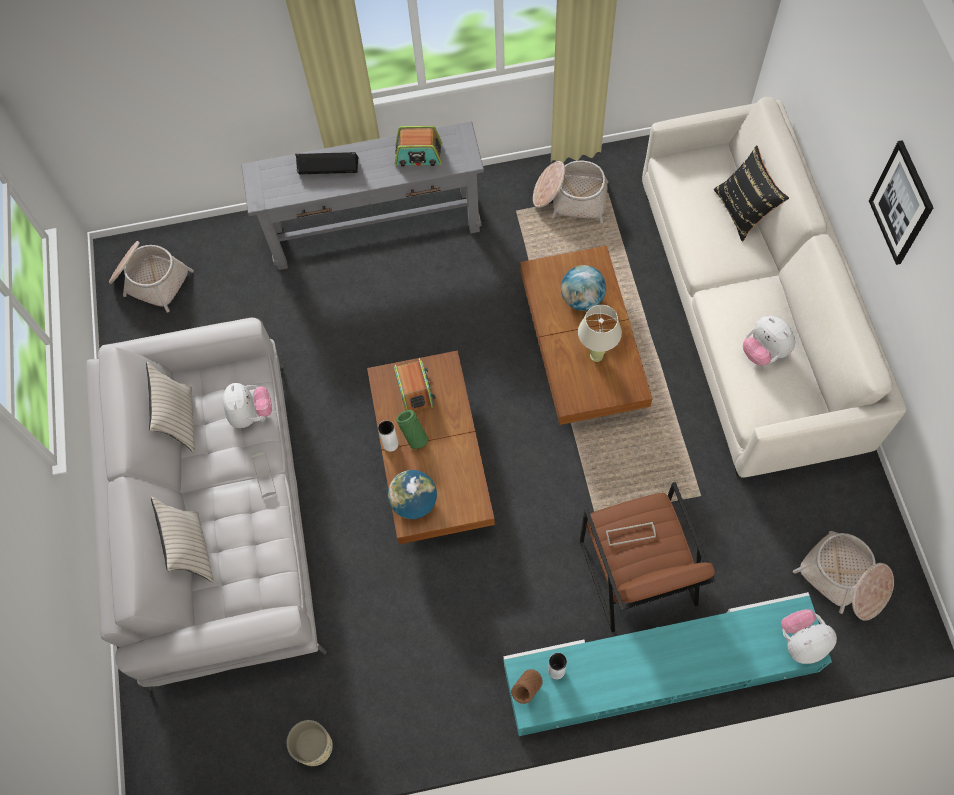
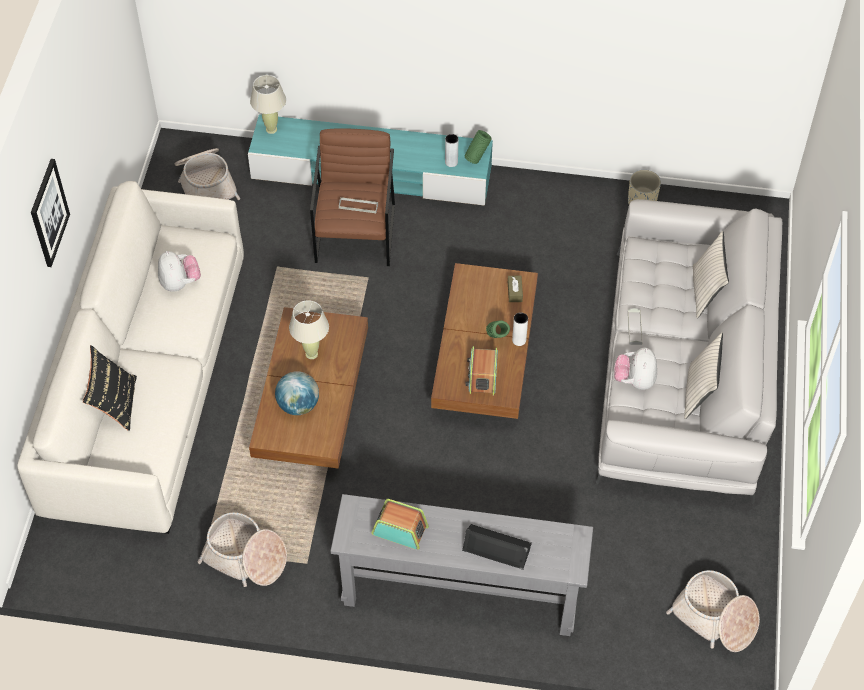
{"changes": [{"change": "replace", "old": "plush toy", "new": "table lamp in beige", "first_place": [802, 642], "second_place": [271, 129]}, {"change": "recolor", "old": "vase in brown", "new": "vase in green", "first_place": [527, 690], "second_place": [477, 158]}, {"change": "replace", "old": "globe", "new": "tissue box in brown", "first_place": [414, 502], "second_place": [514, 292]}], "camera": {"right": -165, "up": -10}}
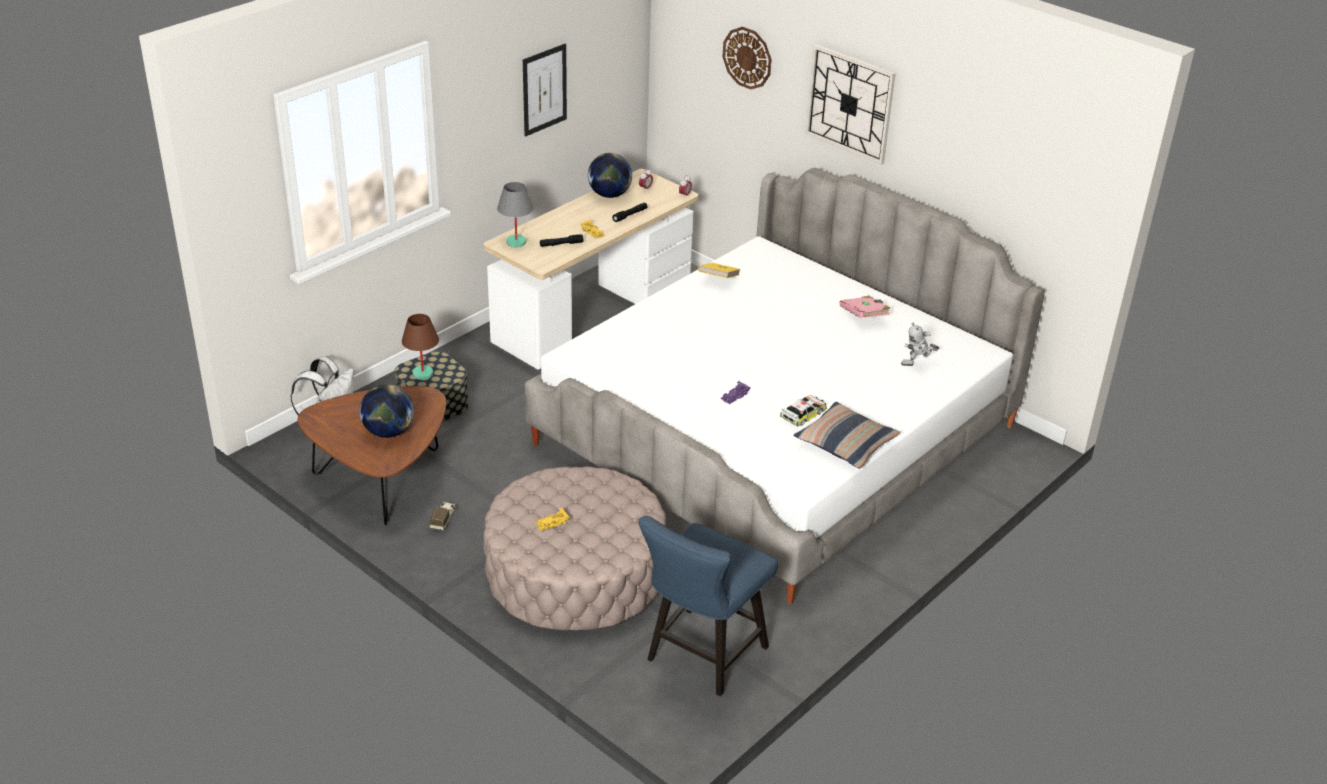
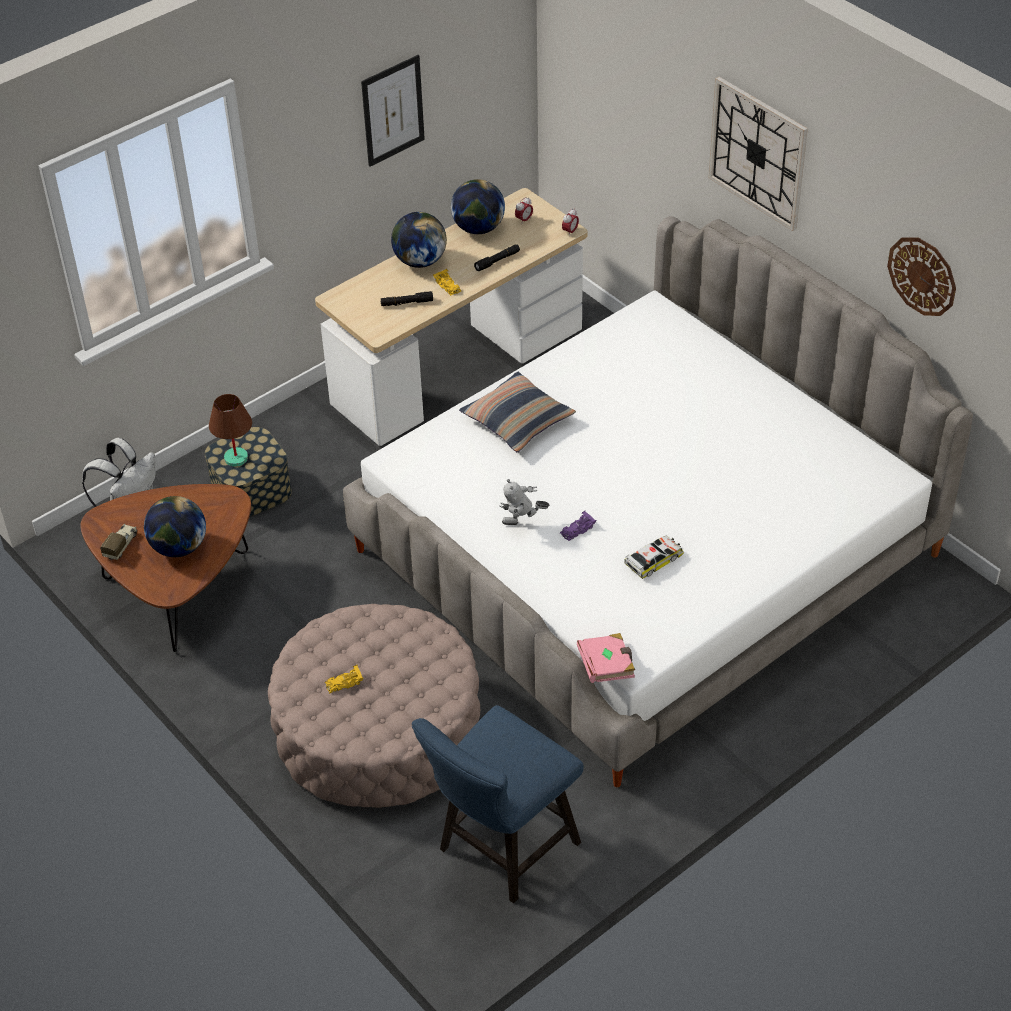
{"changes": [{"change": "move", "old": "toy truck", "first_place": [443, 519], "second_place": [121, 545]}, {"change": "insert", "new": "globe", "second_place": [420, 261]}, {"change": "move", "old": "pillow", "first_place": [846, 443], "second_place": [517, 420]}, {"change": "move", "old": "toy robot", "first_place": [917, 365], "second_place": [522, 524]}, {"change": "move", "old": "book in pink", "first_place": [864, 316], "second_place": [607, 667]}, {"change": "move", "old": "wall clock", "first_place": [747, 57], "second_place": [922, 276]}, {"change": "delete", "old": "table lamp in grey", "first_place": [515, 242]}, {"change": "delete", "old": "book in yellow", "first_place": [718, 279]}], "camera": {"right": 10, "up": 10}}
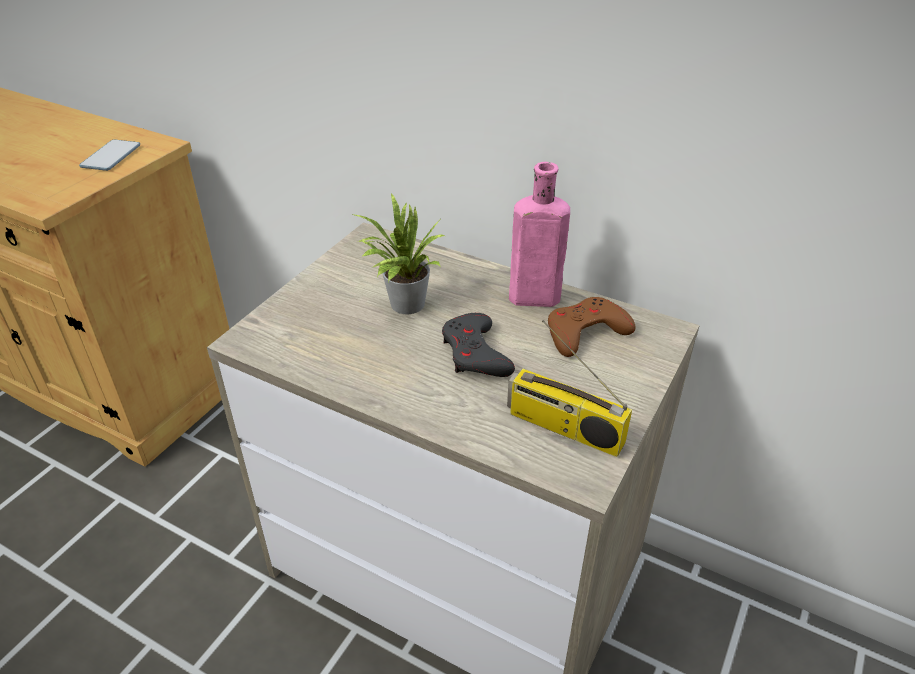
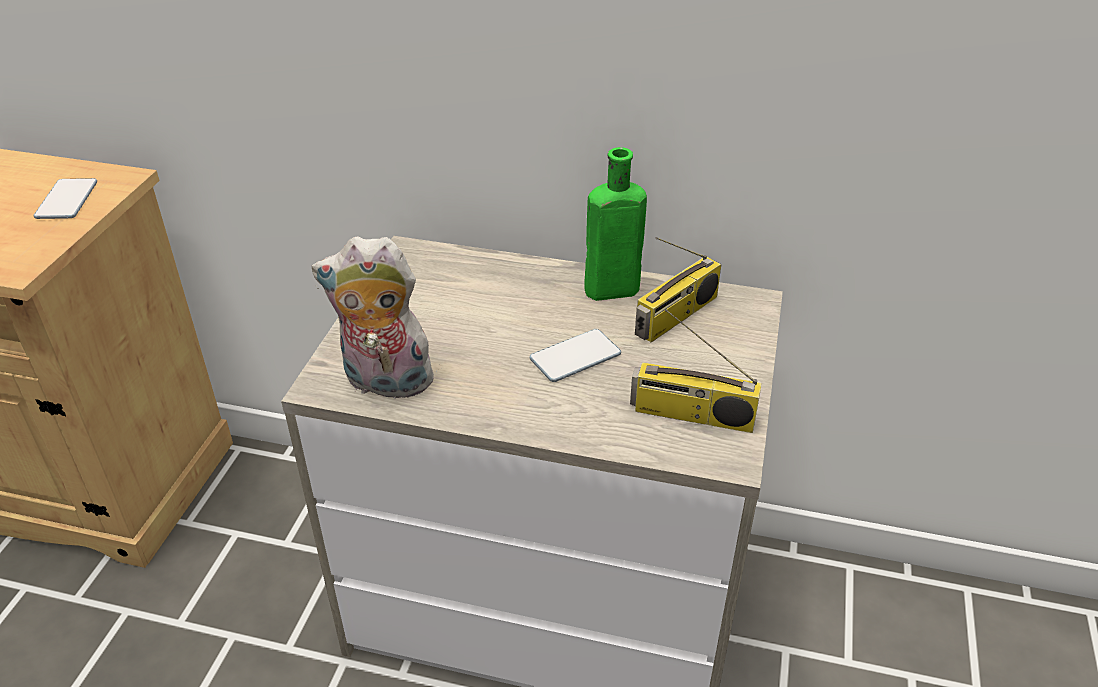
{"changes": [{"change": "insert", "new": "plush toy", "second_place": [384, 383]}, {"change": "replace", "old": "game controller in grey", "new": "phone", "first_place": [475, 353], "second_place": [575, 357]}, {"change": "recolor", "old": "bottle in pink", "new": "bottle in green", "first_place": [530, 298], "second_place": [607, 290]}, {"change": "replace", "old": "game controller in brown", "new": "radio", "first_place": [585, 332], "second_place": [676, 317]}, {"change": "delete", "old": "potted plant", "first_place": [403, 305]}], "camera": {"right": -15, "up": 0}}
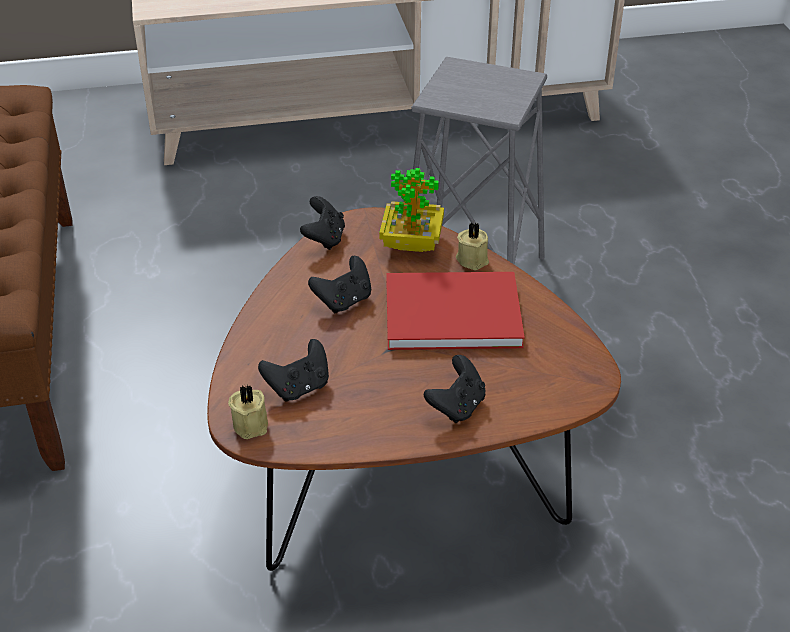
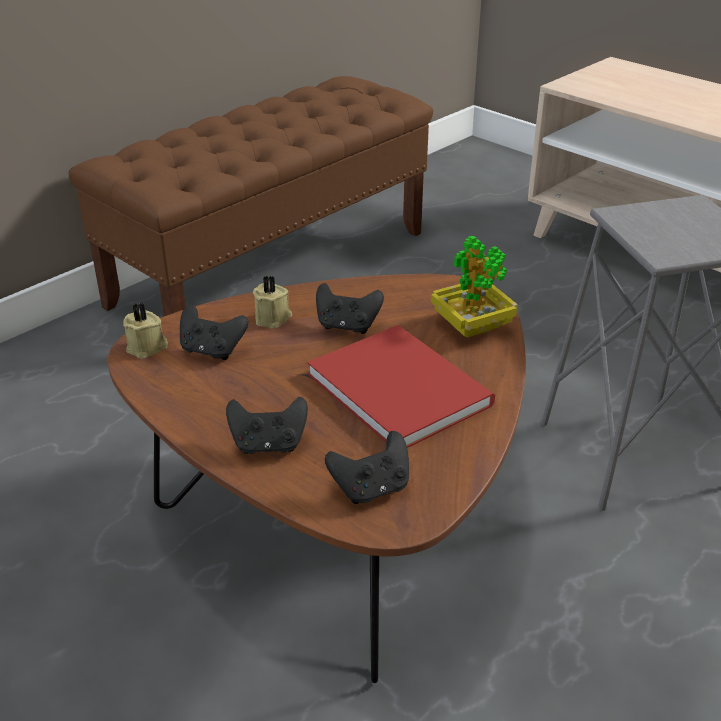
{"changes": [{"change": "move", "old": "candle in beige", "first_place": [473, 259], "second_place": [273, 318]}, {"change": "move", "old": "game controller in black", "first_place": [324, 239], "second_place": [371, 488]}], "camera": {"right": 55, "up": -5}}
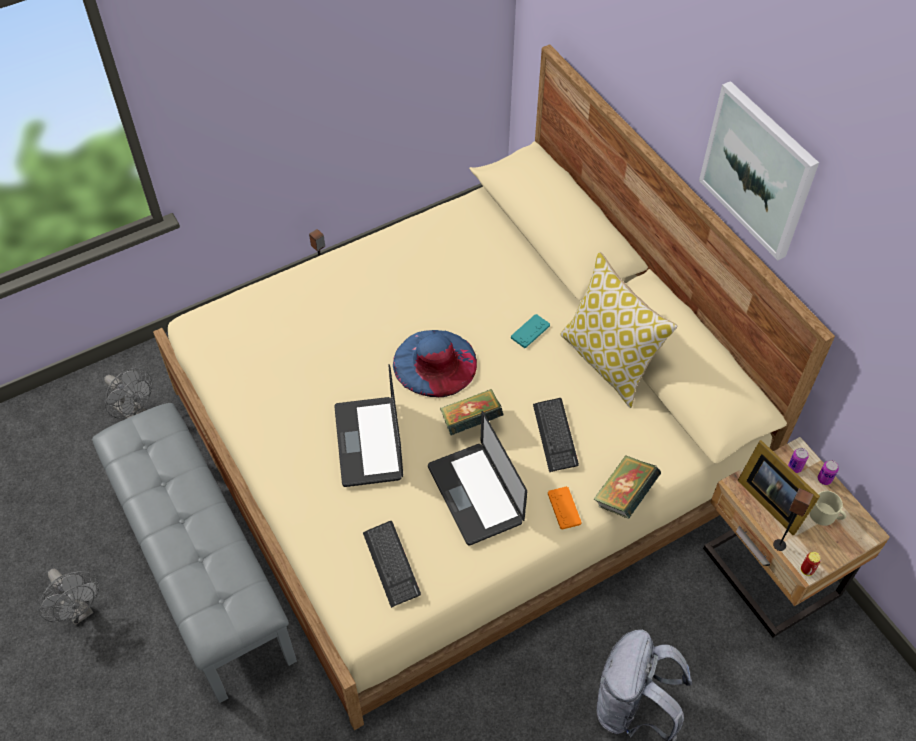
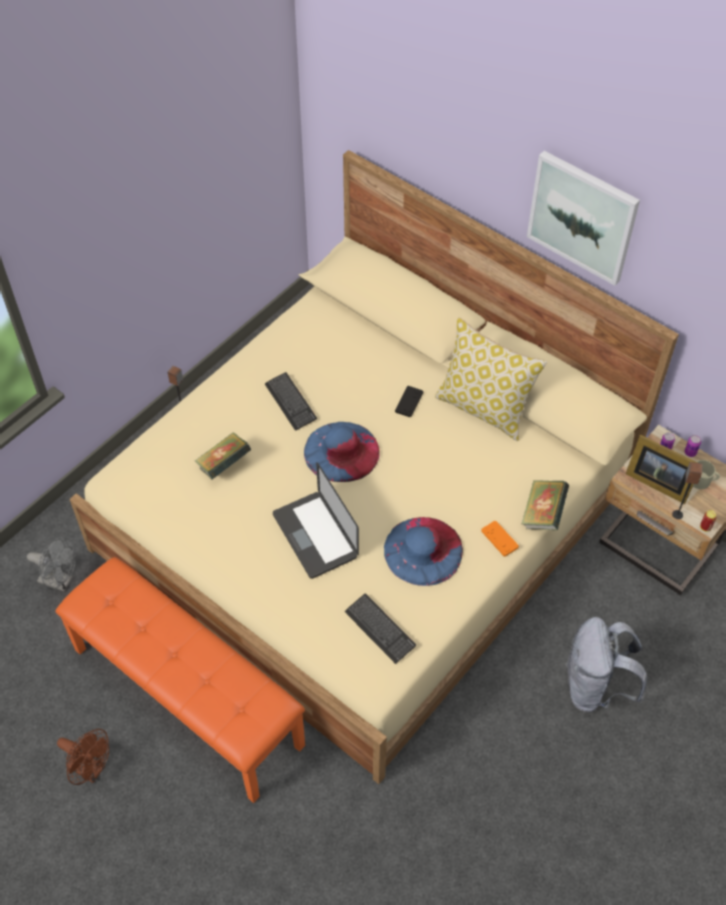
{"changes": [{"change": "recolor", "old": "bench in grey", "new": "bench in orange", "first_place": [205, 569], "second_place": [189, 696]}, {"change": "recolor", "old": "fan in grey", "new": "fan in brown", "first_place": [79, 611], "second_place": [91, 769]}, {"change": "move", "old": "book", "first_place": [471, 422], "second_place": [224, 465]}, {"change": "move", "old": "keyboard", "first_place": [555, 435], "second_place": [290, 402]}, {"change": "replace", "old": "laptop", "new": "hat in blue", "first_place": [475, 494], "second_place": [423, 550]}, {"change": "recolor", "old": "game controller in turquoise", "new": "game controller in black", "first_place": [530, 331], "second_place": [409, 402]}], "camera": {"right": -20, "up": 0}}
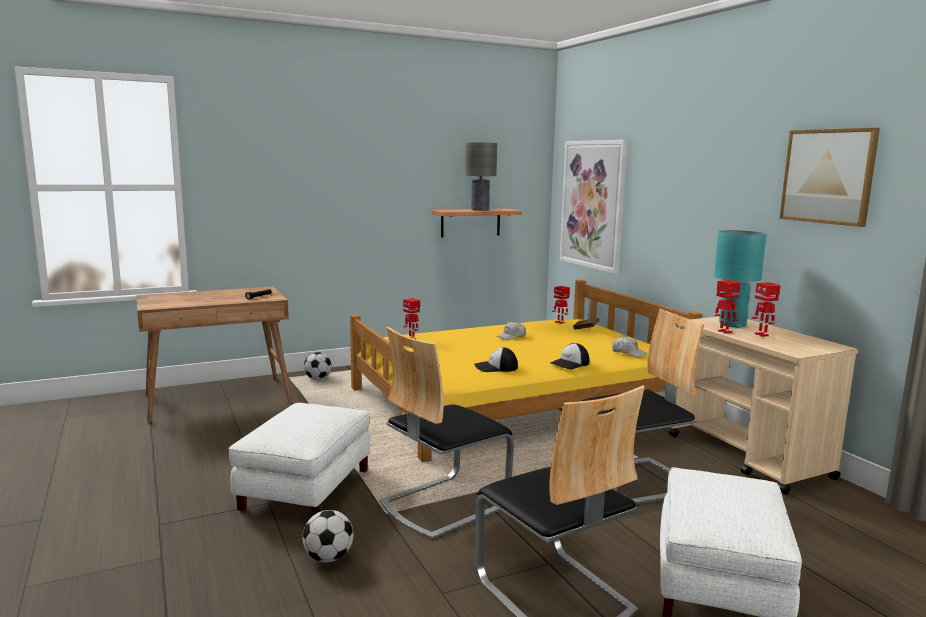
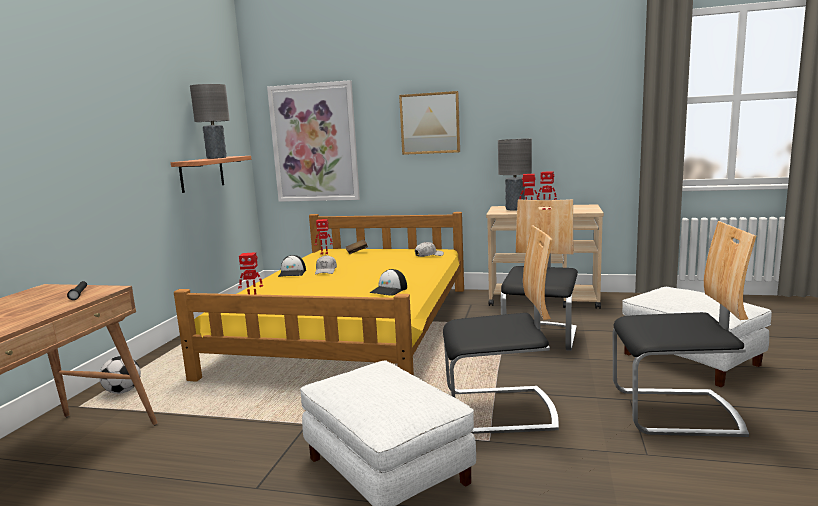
{"changes": [{"change": "move", "old": "cap", "first_place": [570, 364], "second_place": [292, 273]}, {"change": "move", "old": "picture", "first_place": [828, 176], "second_place": [430, 123]}, {"change": "rotate", "old": "chair", "first_place": [443, 504], "second_place": [500, 410], "degrees": -90}, {"change": "recolor", "old": "table lamp in turquoise", "new": "table lamp in grey", "first_place": [732, 324], "second_place": [515, 209]}, {"change": "delete", "old": "football", "first_place": [328, 558]}], "camera": {"right": -50, "up": 0}}
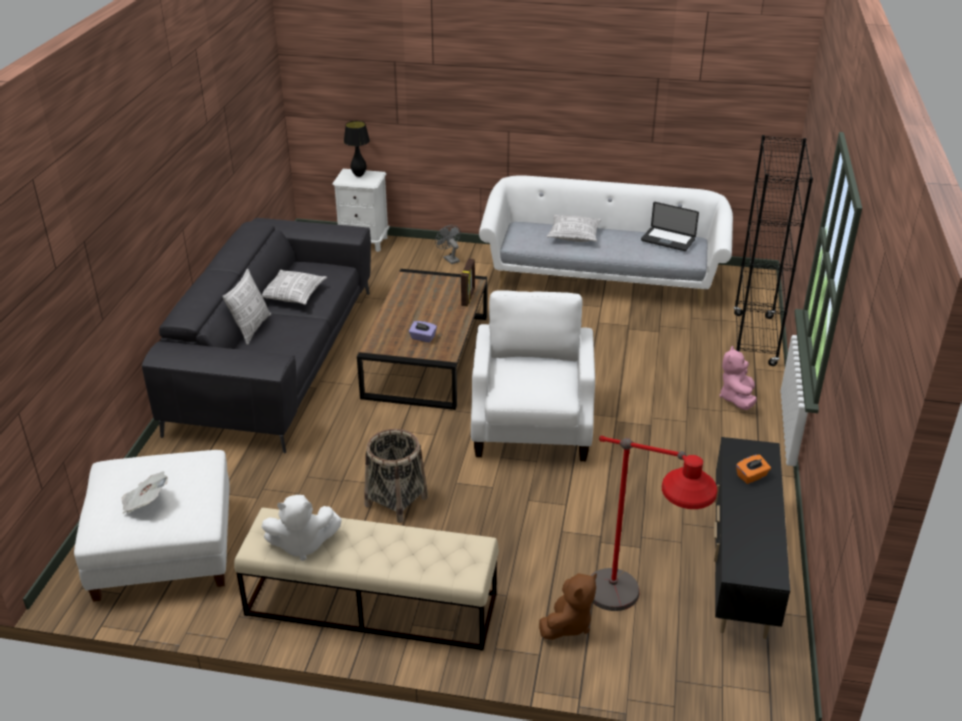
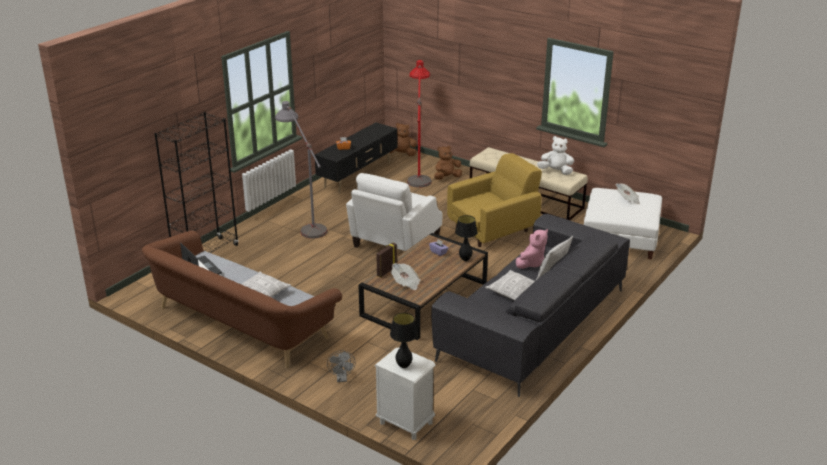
{"changes": [{"change": "recolor", "old": "sofa in white", "new": "sofa in brown", "first_place": [602, 278], "second_place": [240, 324]}, {"change": "insert", "new": "floor lamp in grey", "second_place": [305, 223]}, {"change": "insert", "new": "plush toy in brown", "second_place": [402, 154]}, {"change": "insert", "new": "newspaper", "second_place": [406, 283]}, {"change": "replace", "old": "basket", "new": "armchair in yellow", "first_place": [396, 501], "second_place": [494, 230]}, {"change": "insert", "new": "table lamp in black", "second_place": [465, 259]}, {"change": "move", "old": "plush toy in pink", "first_place": [737, 398], "second_place": [531, 263]}], "camera": {"right": -155, "up": -5}}
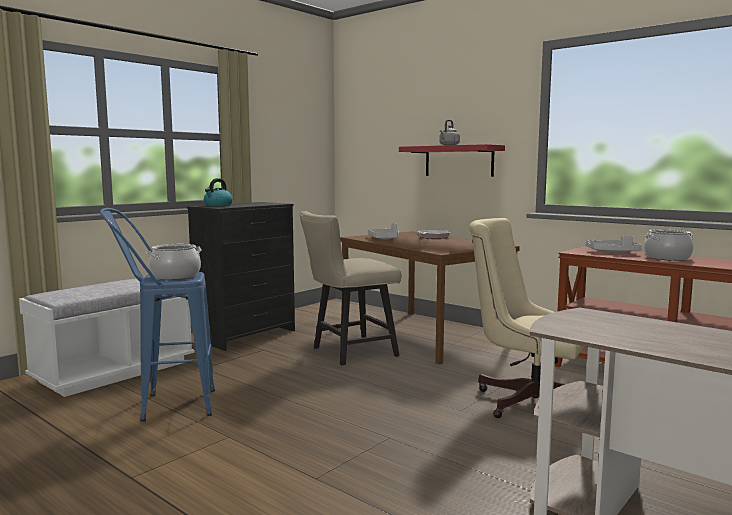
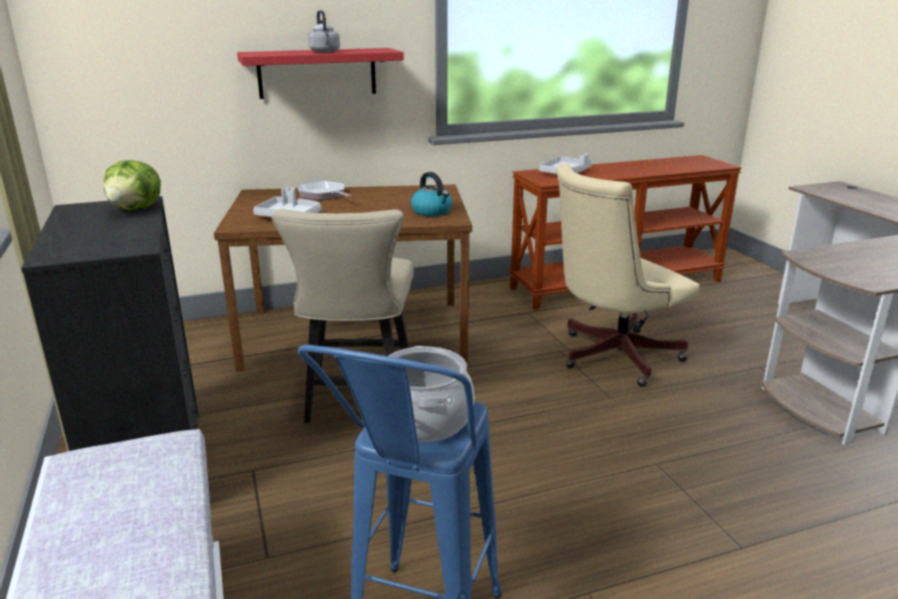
{"changes": [{"change": "insert", "new": "lettuce", "second_place": [136, 209]}, {"change": "move", "old": "kettle", "first_place": [218, 205], "second_place": [432, 211]}, {"change": "delete", "old": "cooking pot", "first_place": [667, 258]}], "camera": {"right": -60, "up": 15}}
